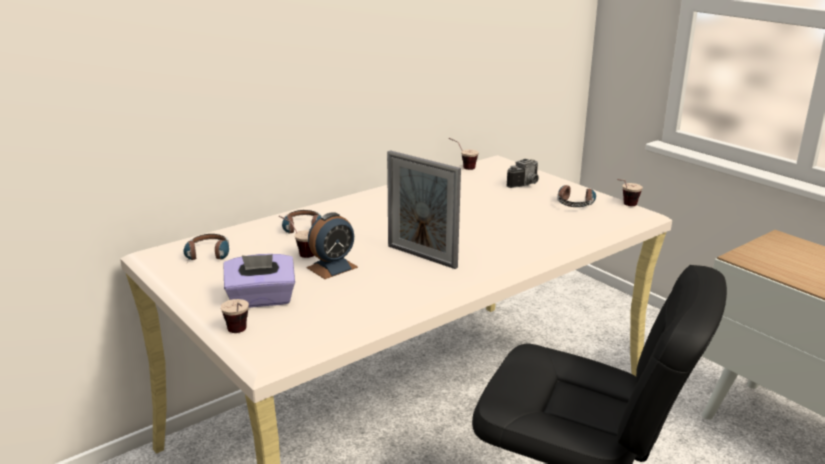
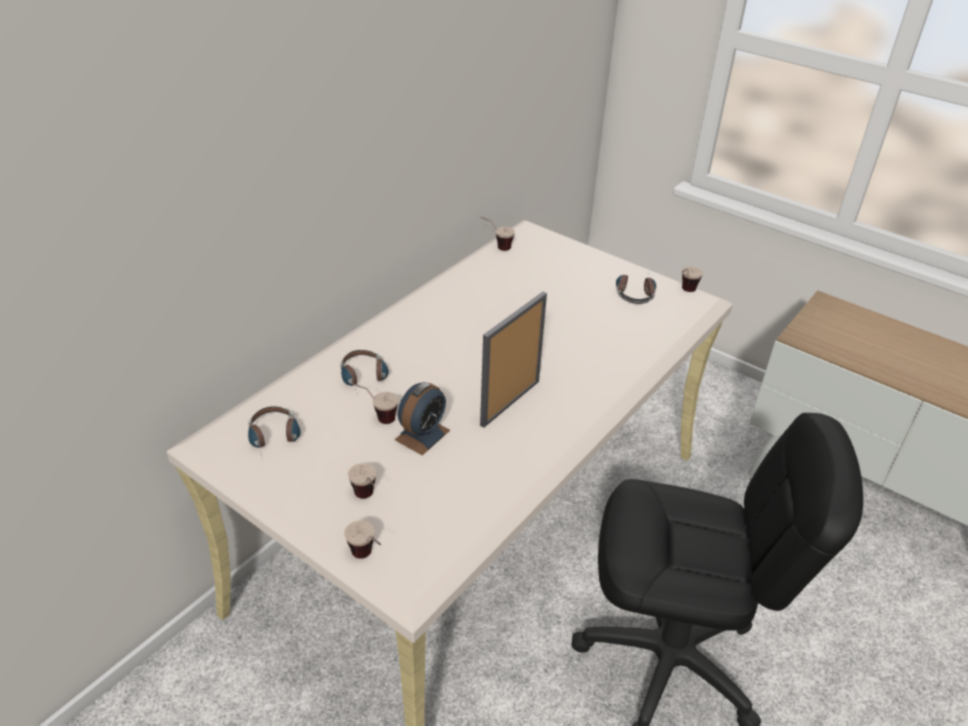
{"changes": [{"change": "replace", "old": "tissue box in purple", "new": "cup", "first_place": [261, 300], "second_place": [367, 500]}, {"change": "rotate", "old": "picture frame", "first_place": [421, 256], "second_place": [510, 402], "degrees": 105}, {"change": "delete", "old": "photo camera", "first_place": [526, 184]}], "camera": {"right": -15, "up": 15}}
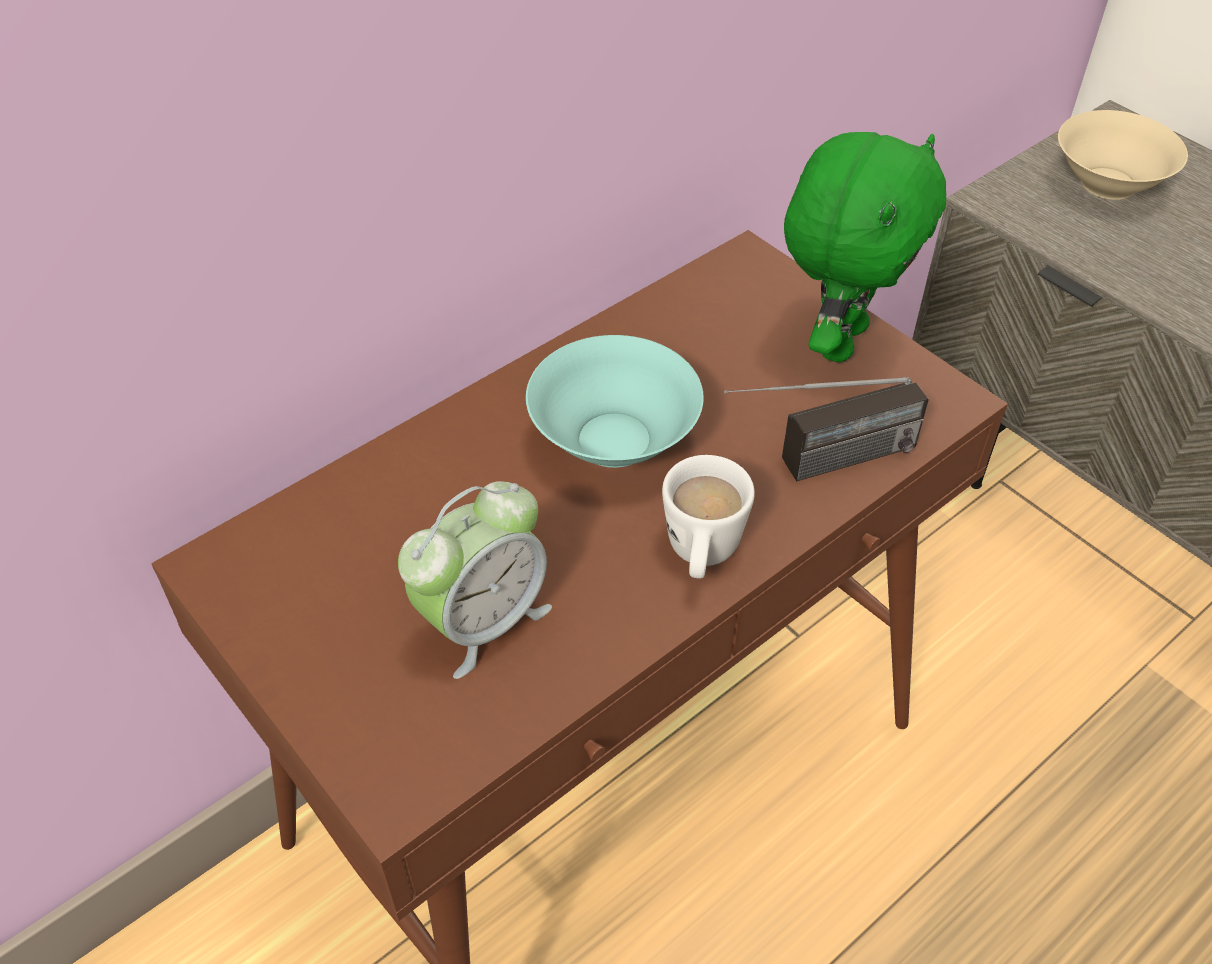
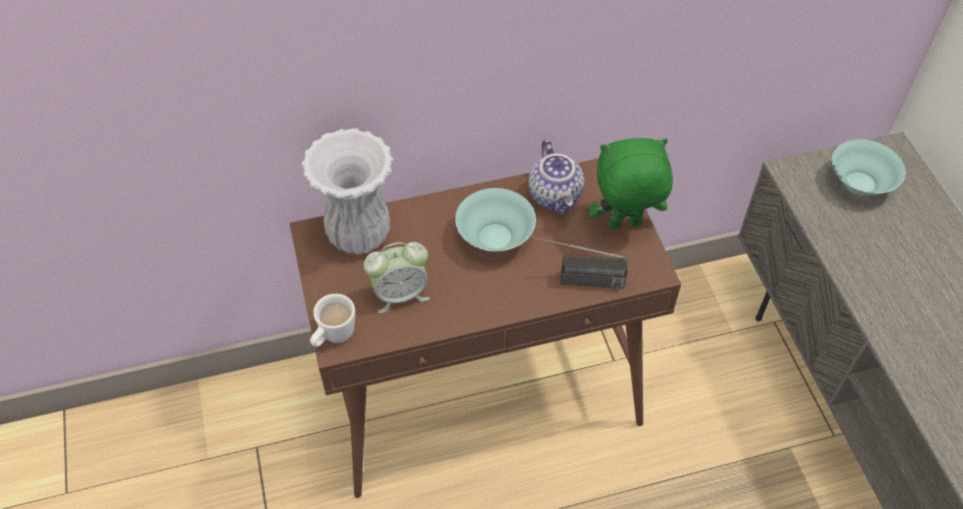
{"changes": [{"change": "insert", "new": "vase in white", "second_place": [357, 234]}, {"change": "move", "old": "mug in white", "first_place": [701, 556], "second_place": [333, 337]}, {"change": "insert", "new": "teapot", "second_place": [556, 196]}, {"change": "rotate", "old": "plush toy in green", "first_place": [839, 340], "second_place": [624, 225], "degrees": -150}, {"change": "recolor", "old": "bowl in beige", "new": "bowl in turquoise", "first_place": [1107, 184], "second_place": [859, 183]}], "camera": {"right": 25, "up": 5}}
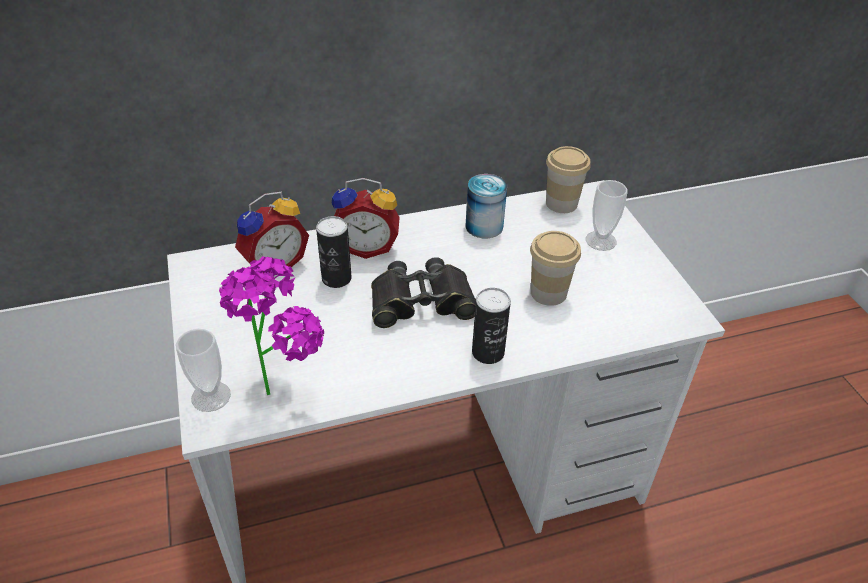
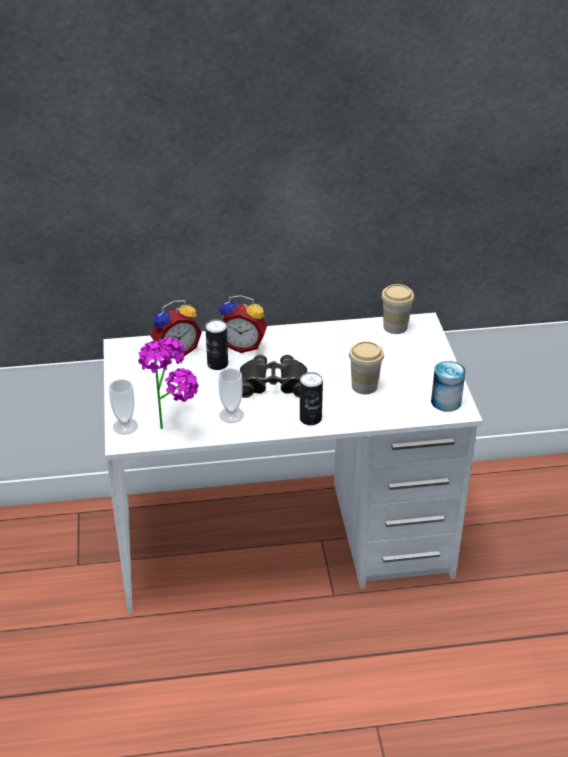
{"changes": [{"change": "move", "old": "cup", "first_place": [600, 241], "second_place": [231, 415]}, {"change": "move", "old": "can", "first_place": [484, 226], "second_place": [446, 401]}], "camera": {"right": 10, "up": -5}}
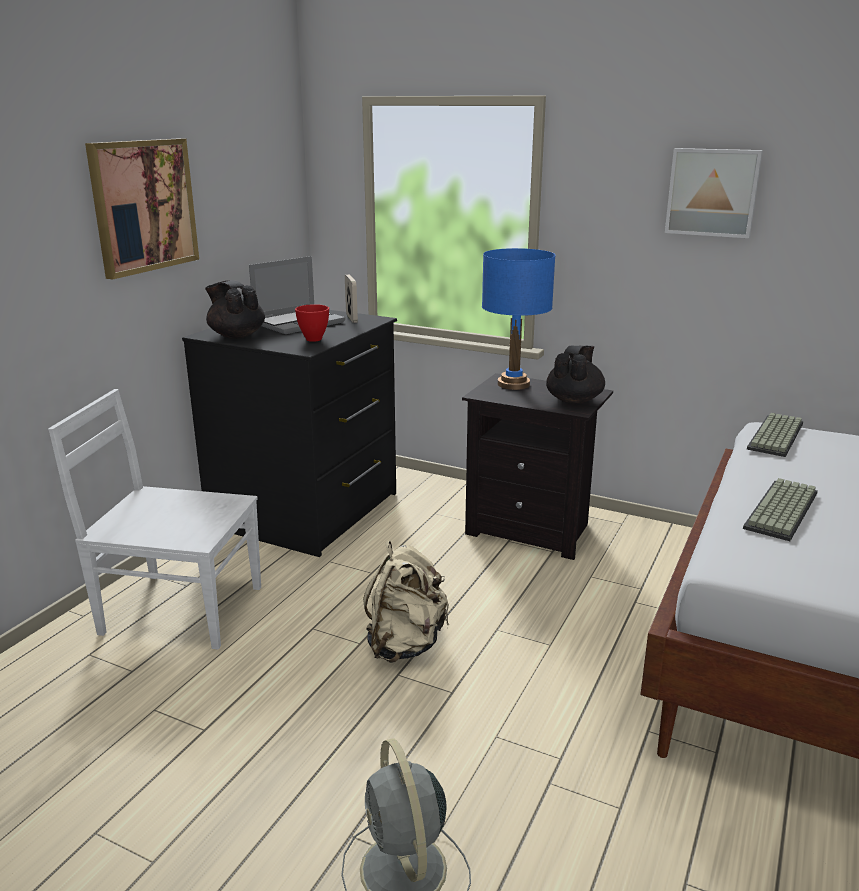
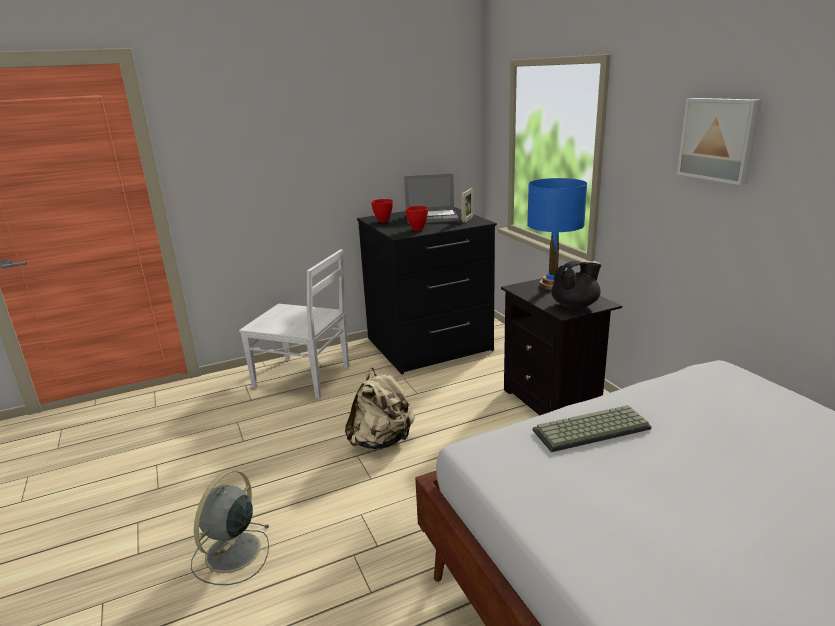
{"changes": [{"change": "rotate", "old": "chair in white", "first_place": [179, 609], "second_place": [304, 377], "degrees": 150}, {"change": "replace", "old": "teapot in black", "new": "bowl in red", "first_place": [236, 335], "second_place": [383, 221]}, {"change": "delete", "old": "picture", "first_place": [143, 206]}, {"change": "delete", "old": "keyboard", "first_place": [777, 437]}], "camera": {"right": 40, "up": 0}}
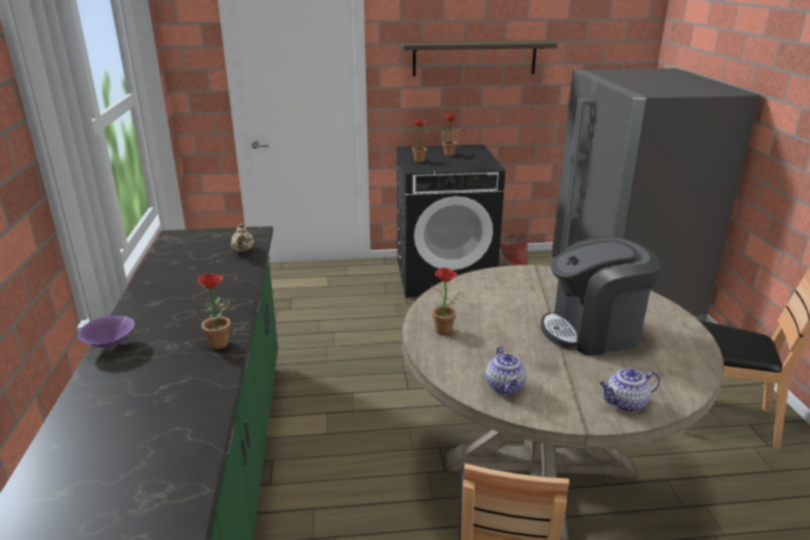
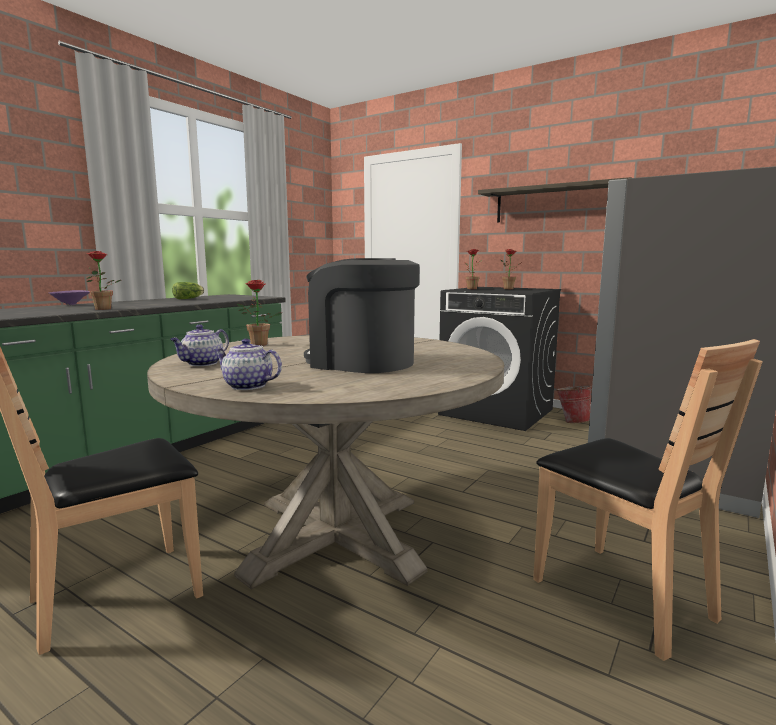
{"changes": [{"change": "insert", "new": "lettuce", "second_place": [189, 298]}, {"change": "delete", "old": "teapot in beige", "first_place": [243, 251]}], "camera": {"right": 40, "up": -15}}
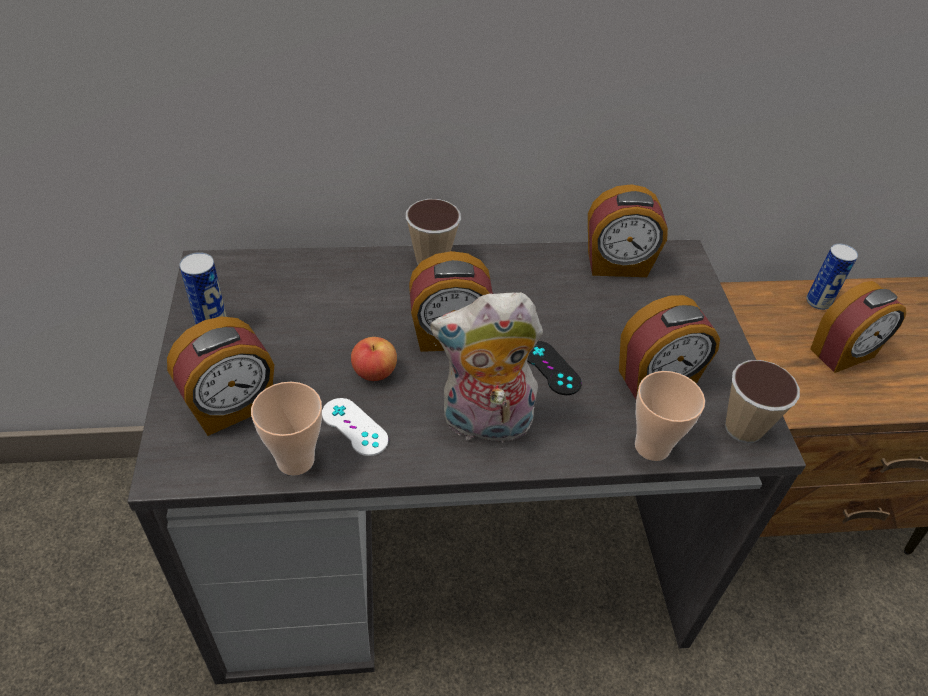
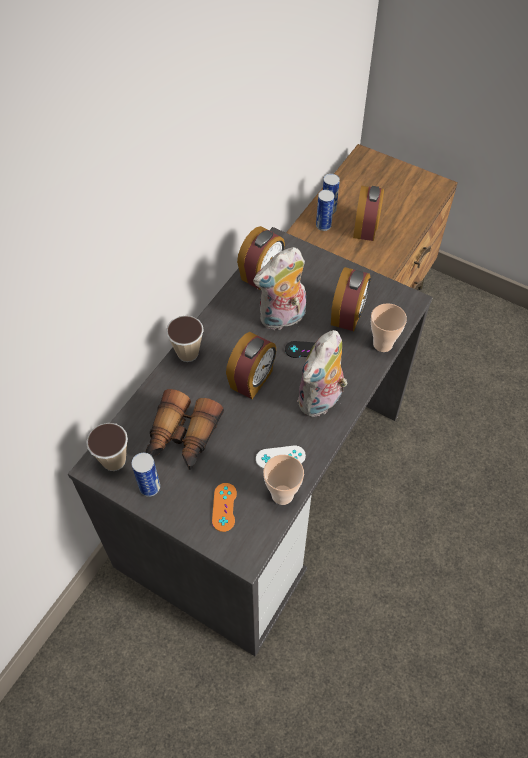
{"changes": [{"change": "move", "old": "cup", "first_place": [743, 428], "second_place": [114, 460]}, {"change": "insert", "new": "binoculars", "second_place": [182, 438]}, {"change": "replace", "old": "alarm clock", "new": "game controller in orange", "first_place": [232, 408], "second_place": [224, 507]}, {"change": "insert", "new": "plush toy", "second_place": [282, 319]}, {"change": "insert", "new": "can", "second_place": [323, 225]}, {"change": "delete", "old": "apple", "first_place": [374, 372]}], "camera": {"right": -50, "up": 10}}
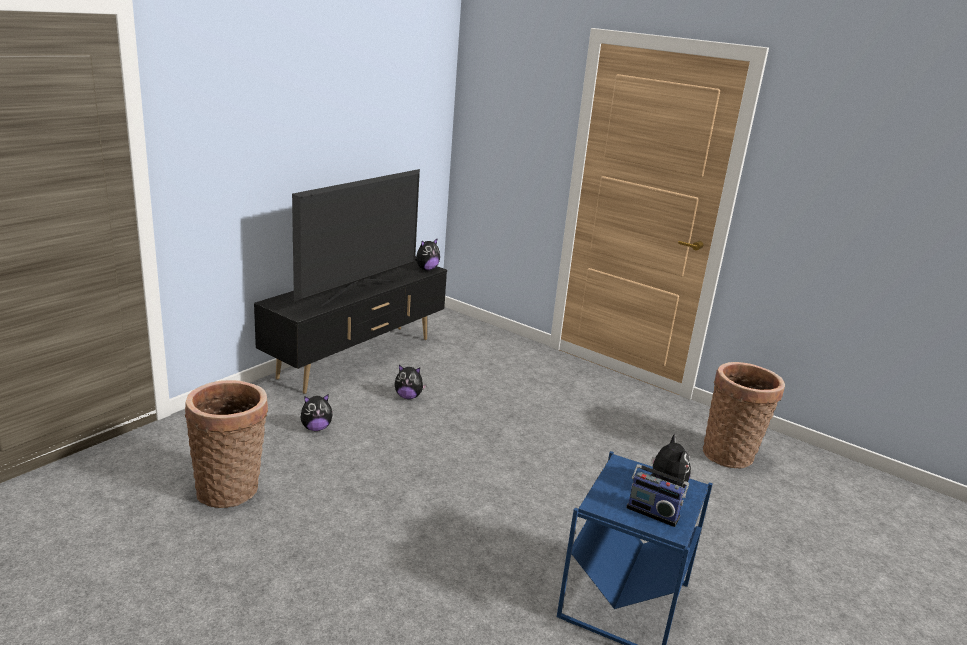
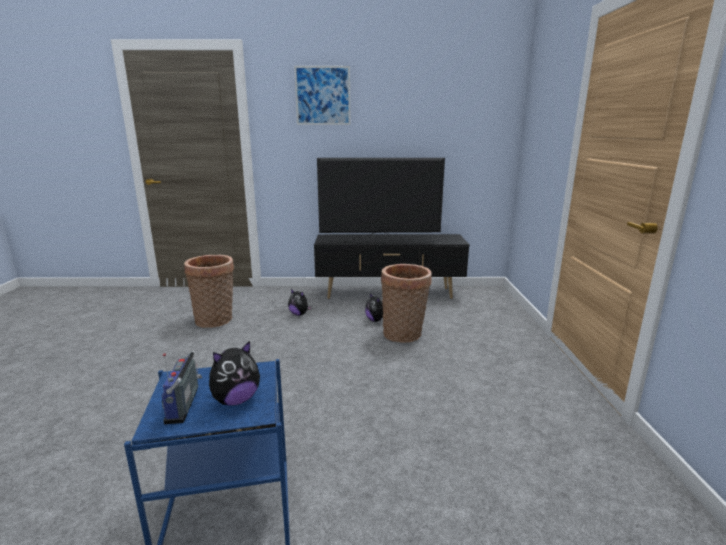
{"changes": [{"change": "insert", "new": "picture", "second_place": [323, 95]}, {"change": "move", "old": "basket", "first_place": [731, 454], "second_place": [404, 335]}, {"change": "delete", "old": "plush toy", "first_place": [426, 269]}], "camera": {"right": 55, "up": -5}}
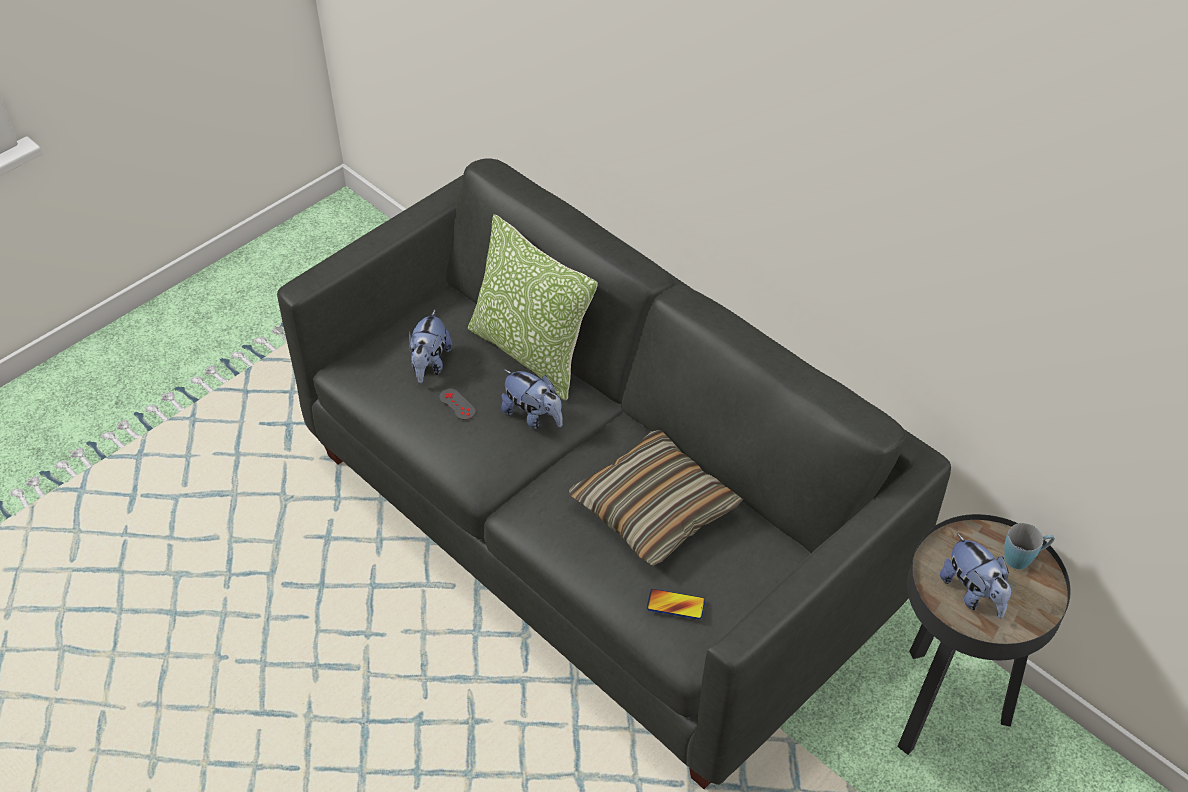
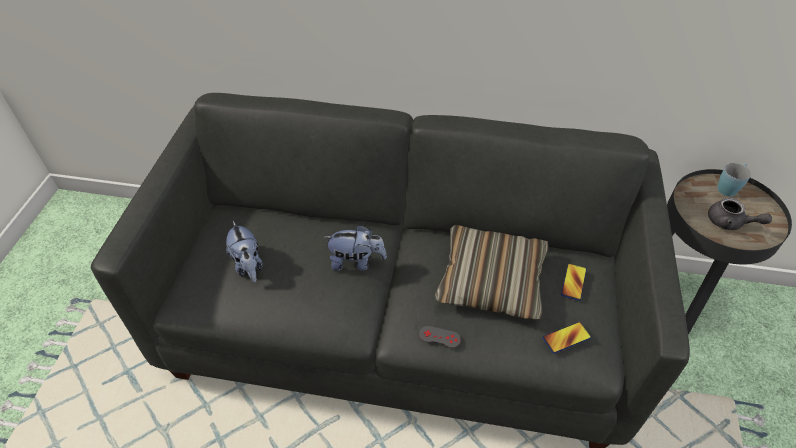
{"changes": [{"change": "move", "old": "game controller in grey", "first_place": [457, 404], "second_place": [439, 337]}, {"change": "insert", "new": "phone", "second_place": [573, 282]}, {"change": "replace", "old": "plush toy", "new": "teapot in grey", "first_place": [973, 593], "second_place": [730, 223]}, {"change": "delete", "old": "pillow", "first_place": [530, 353]}], "camera": {"right": -35, "up": 0}}
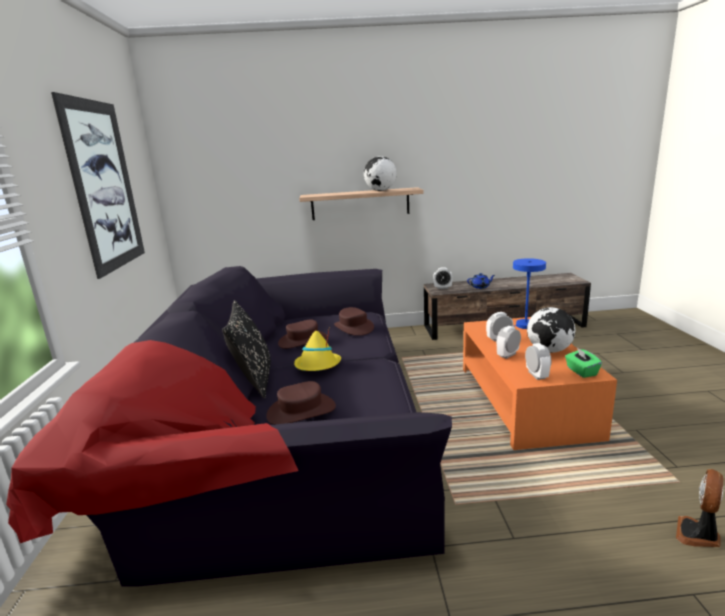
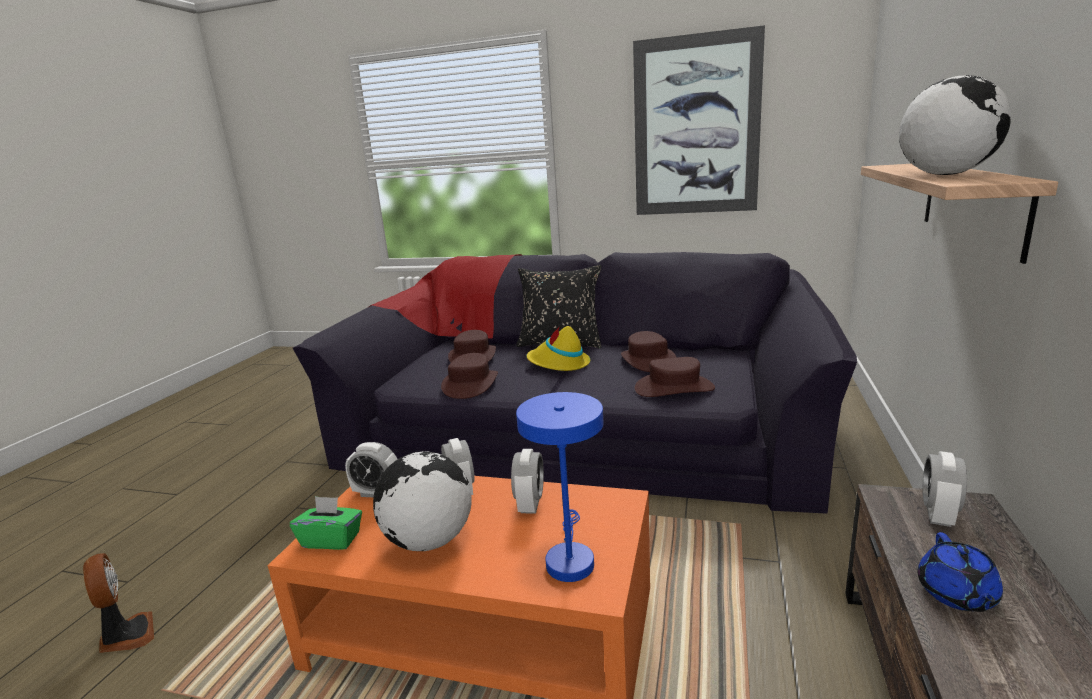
{"changes": [{"change": "insert", "new": "hat in brown", "second_place": [470, 384]}], "camera": {"right": 110, "up": 0}}
